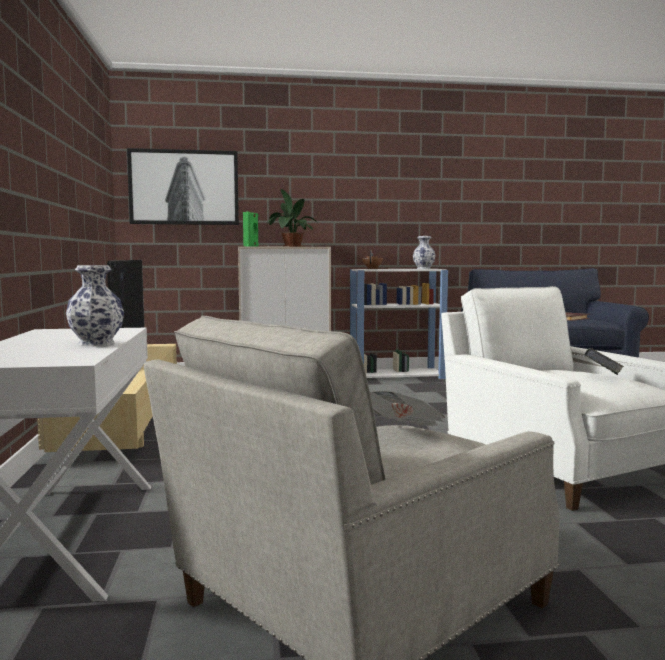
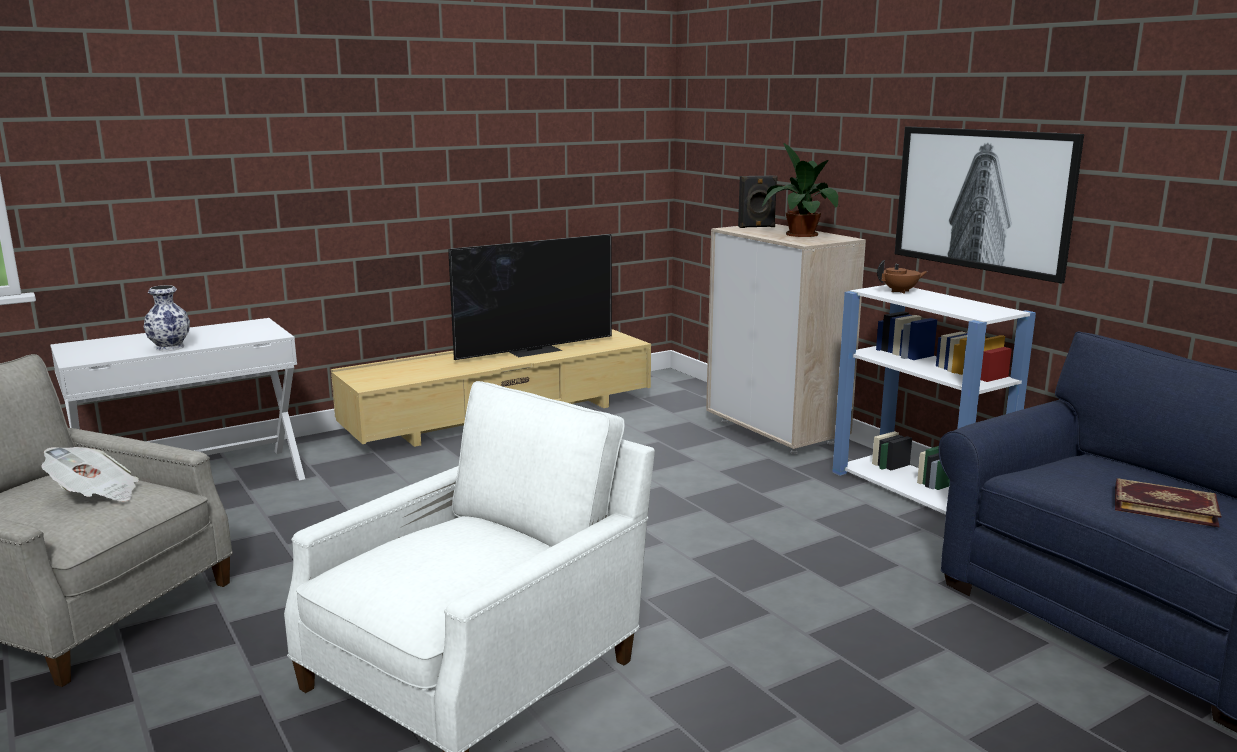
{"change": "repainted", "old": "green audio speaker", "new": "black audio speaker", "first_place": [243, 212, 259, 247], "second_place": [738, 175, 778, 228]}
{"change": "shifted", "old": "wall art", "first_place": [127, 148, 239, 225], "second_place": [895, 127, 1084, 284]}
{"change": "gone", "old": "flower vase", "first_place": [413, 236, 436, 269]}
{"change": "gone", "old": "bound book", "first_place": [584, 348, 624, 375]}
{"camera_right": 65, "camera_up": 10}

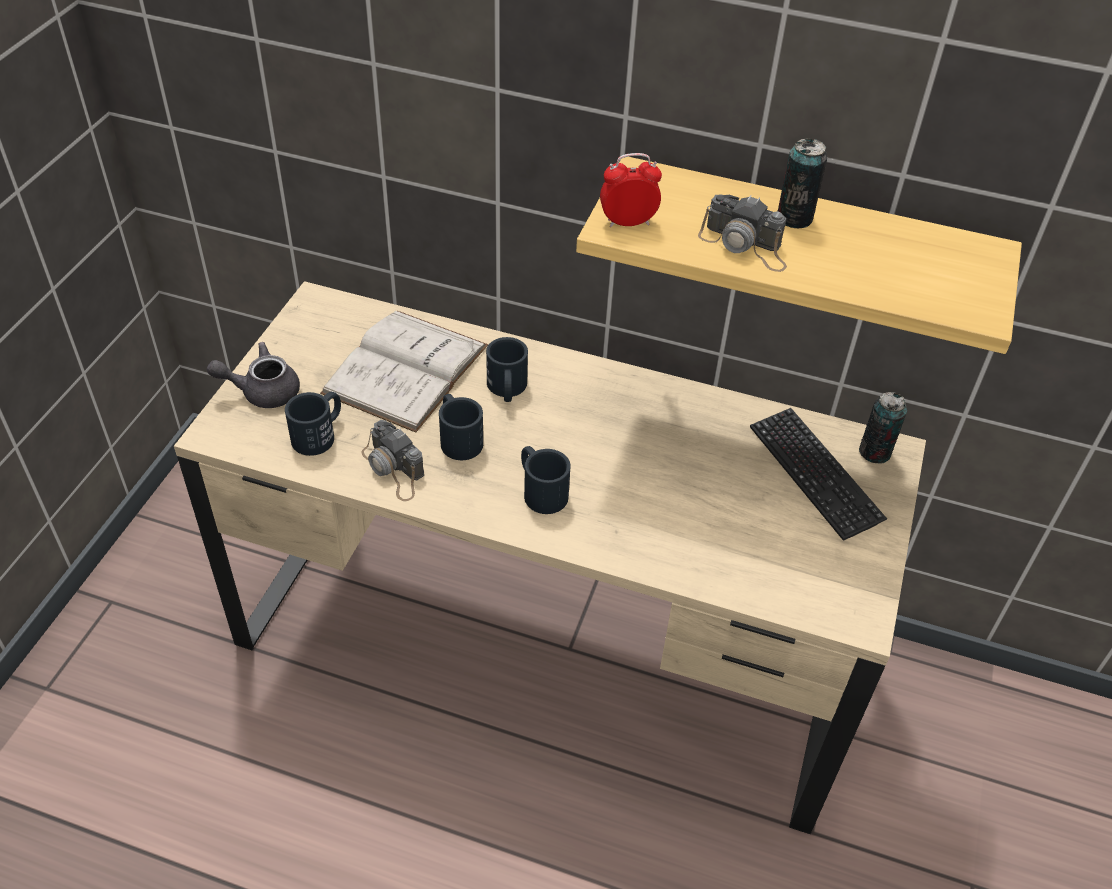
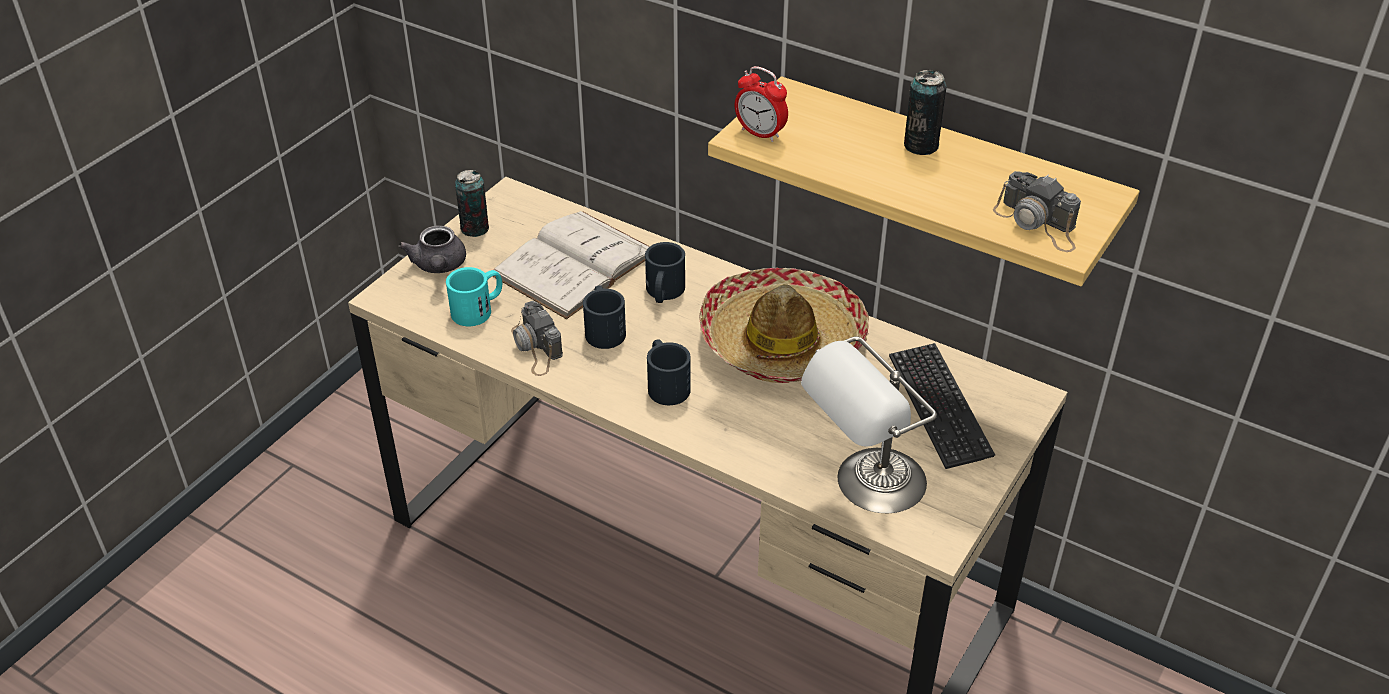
{"change": "rotated", "old": "greyish teapot", "first_place": [207, 342, 300, 408], "second_place": [399, 225, 466, 273], "degrees": -105}
{"change": "repainted", "old": "black mug", "new": "turquoise-coloured mug", "first_place": [285, 392, 341, 456], "second_place": [446, 267, 502, 326]}
{"change": "shifted", "old": "sealed can", "first_place": [859, 392, 907, 463], "second_place": [455, 170, 489, 237]}
{"change": "new", "new": "hat", "second_place": [699, 267, 869, 383]}
{"change": "rotated", "old": "alarm clock", "first_place": [600, 153, 662, 227], "second_place": [735, 66, 788, 142], "degrees": -150}
{"change": "new", "new": "white-coloured lamp for a table", "second_place": [801, 336, 937, 513]}
{"change": "shifted", "old": "photo camera", "first_place": [698, 195, 787, 272], "second_place": [993, 171, 1081, 252]}
{"camera_right": 15, "camera_up": -5}

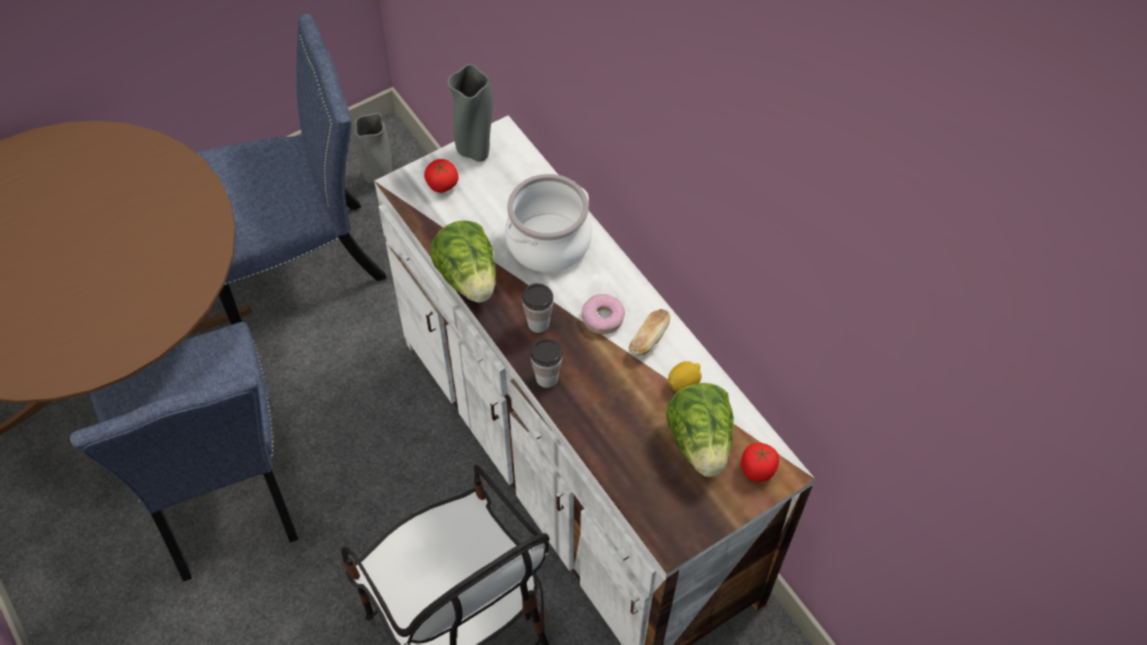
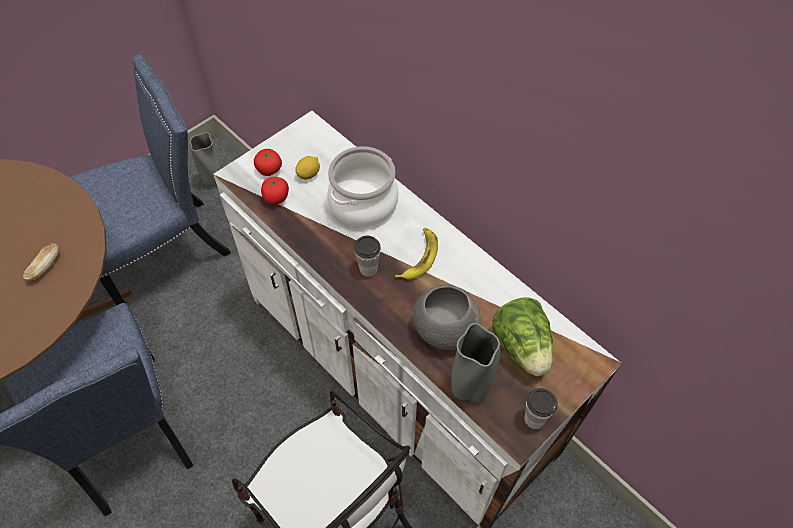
{"change": "shifted", "old": "bakery bread", "first_place": [629, 309, 670, 356], "second_place": [23, 244, 59, 281]}
{"change": "shifted", "old": "tomato", "first_place": [741, 443, 779, 482], "second_place": [261, 177, 289, 205]}
{"change": "shifted", "old": "lemon", "first_place": [668, 361, 702, 392], "second_place": [295, 156, 320, 180]}
{"change": "swapped", "old": "ring doughnut", "new": "banana", "first_place": [582, 294, 625, 334], "second_place": [395, 228, 438, 279]}
{"change": "new", "new": "greyish deep dish", "second_place": [413, 285, 481, 350]}
{"change": "shifted", "old": "greyish flower vase", "first_place": [447, 64, 493, 162], "second_place": [451, 323, 500, 403]}
{"change": "shifted", "old": "drinking cup", "first_place": [530, 338, 563, 388], "second_place": [524, 388, 558, 429]}
{"change": "gone", "old": "lettuce head", "first_place": [430, 220, 496, 302]}
{"camera_right": -10, "camera_up": 0}

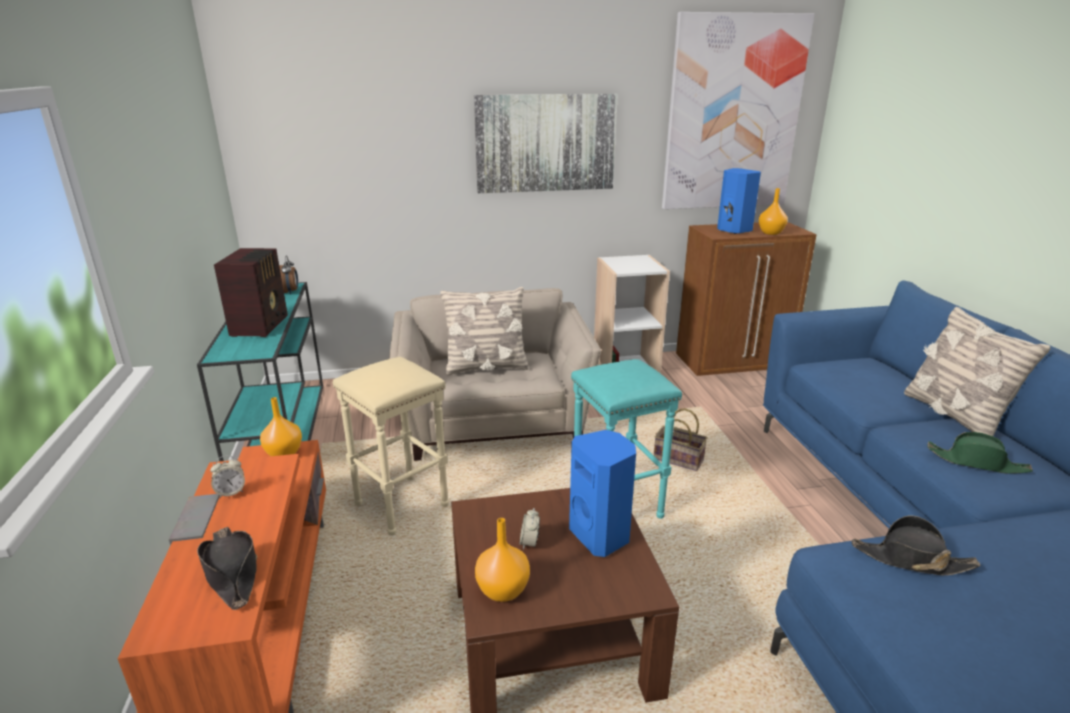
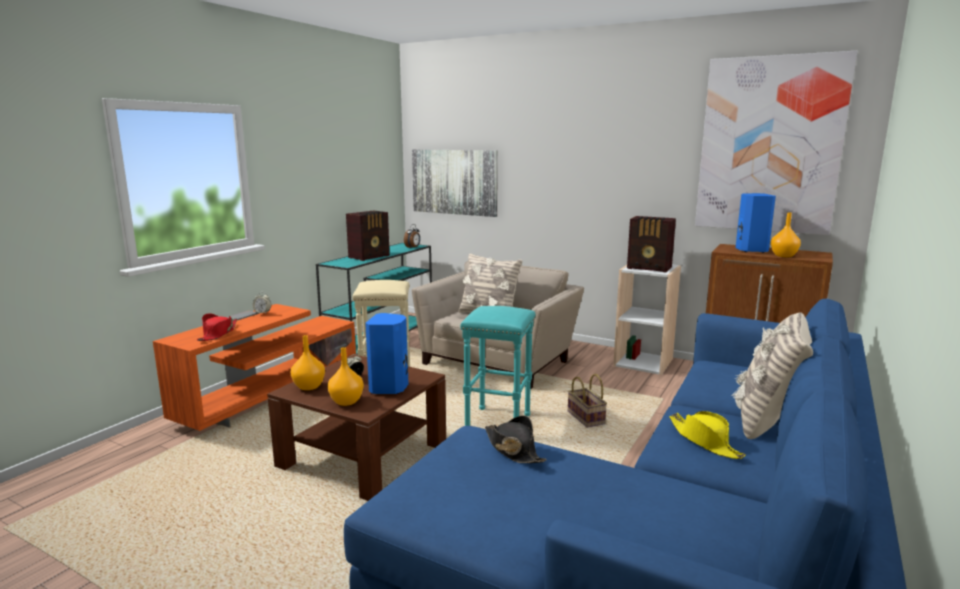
{"change": "repainted", "old": "black hat", "new": "reddish hat", "first_place": [197, 527, 257, 610], "second_place": [197, 314, 237, 341]}
{"change": "shifted", "old": "orange flower vase", "first_place": [260, 397, 302, 456], "second_place": [328, 347, 364, 406]}
{"change": "shifted", "old": "wall art", "first_place": [474, 94, 618, 193], "second_place": [412, 149, 498, 217]}
{"change": "new", "new": "radio set", "second_place": [627, 216, 676, 273]}
{"change": "repainted", "old": "green hat", "new": "yellow-coloured hat", "first_place": [928, 432, 1033, 474], "second_place": [669, 411, 746, 459]}
{"camera_right": 40, "camera_up": -10}

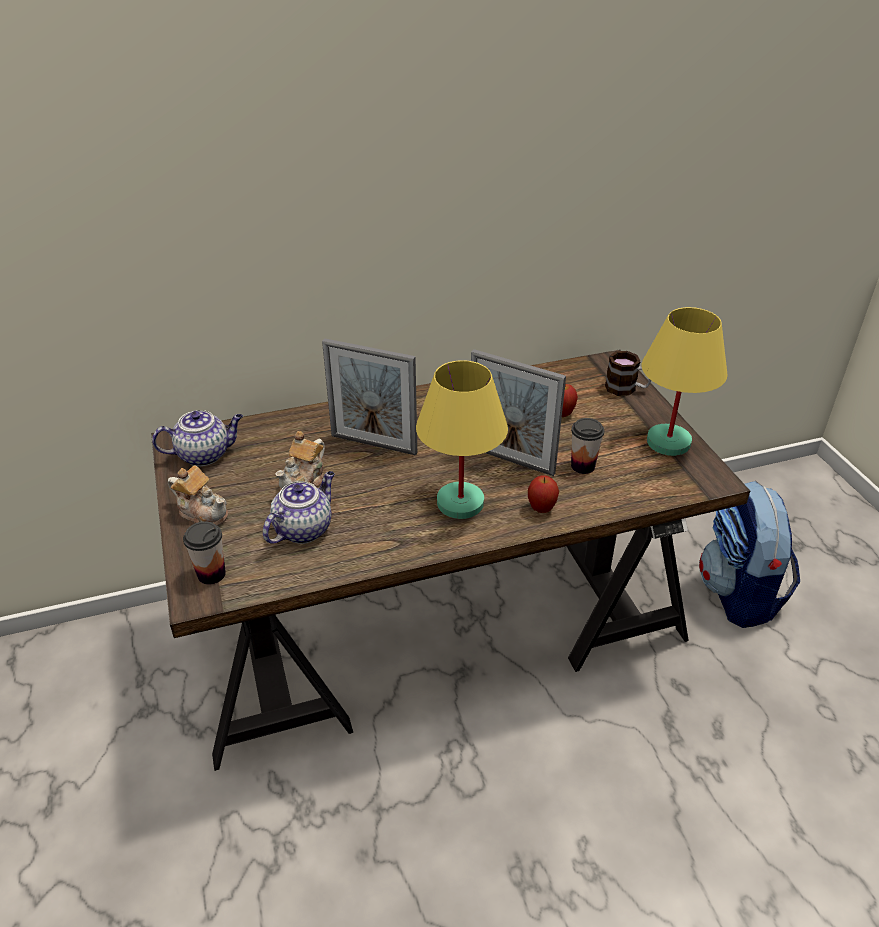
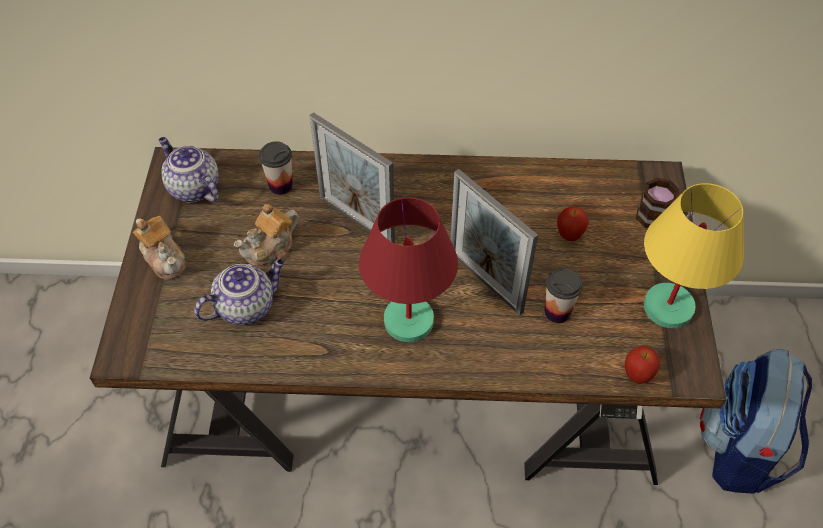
{"change": "rotated", "old": "teapot", "first_place": [152, 410, 243, 466], "second_place": [159, 137, 219, 203], "degrees": -135}
{"change": "shifted", "old": "drinking cup", "first_place": [183, 521, 226, 585], "second_place": [259, 141, 293, 195]}
{"change": "repainted", "old": "yellow-coloured lamp for a table", "new": "reddish lamp for a table", "first_place": [416, 360, 508, 519], "second_place": [359, 197, 458, 342]}
{"change": "shifted", "old": "apple", "first_place": [528, 475, 559, 513], "second_place": [624, 346, 660, 384]}
{"camera_right": 20, "camera_up": 15}

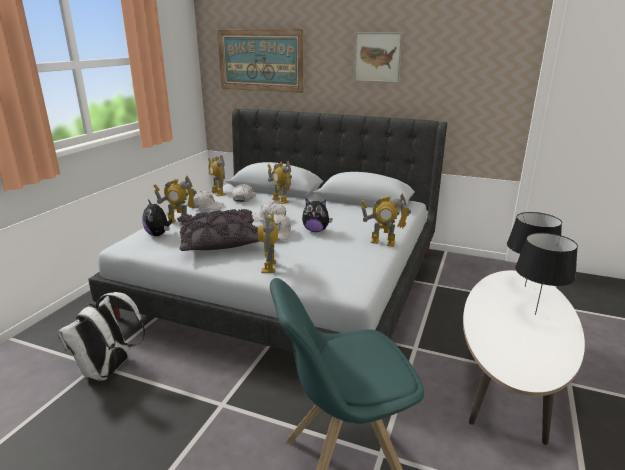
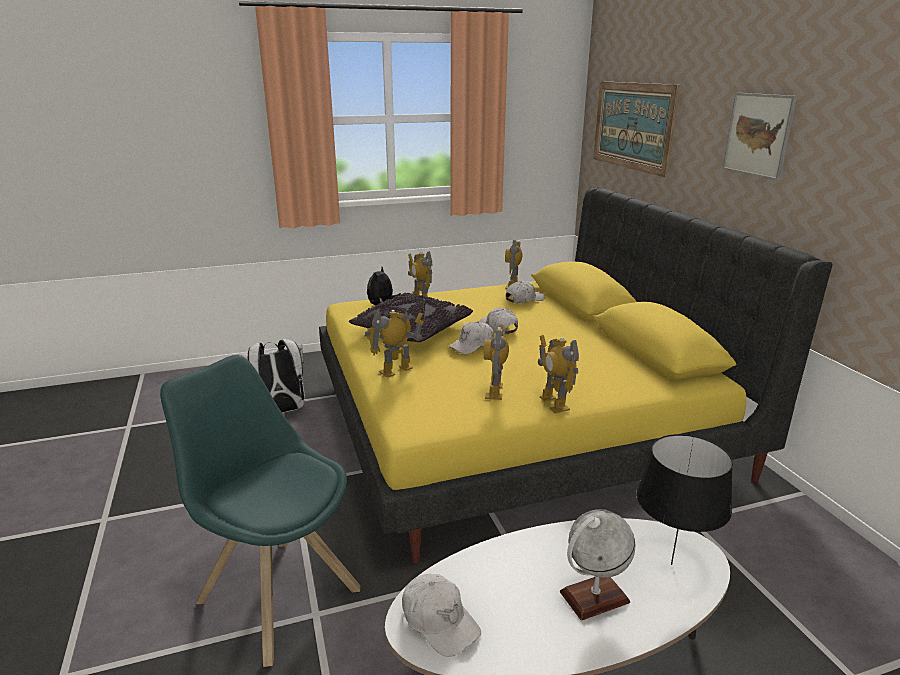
{"change": "repainted", "old": "greyish sleeping bed", "new": "yellow-coloured sleeping bed", "first_place": [88, 109, 447, 352], "second_place": [319, 187, 833, 563]}
{"change": "shifted", "old": "white-coloured baseball cap", "first_place": [191, 191, 223, 210], "second_place": [402, 574, 481, 657]}
{"change": "shifted", "old": "toy robot", "first_place": [267, 161, 292, 204], "second_place": [484, 325, 509, 400]}
{"change": "swapped", "old": "black lamp for a table", "new": "globe", "first_place": [515, 233, 578, 315], "second_place": [560, 509, 635, 621]}
{"change": "gone", "old": "cuddly toy", "first_place": [302, 198, 333, 232]}
{"camera_right": 50, "camera_up": 0}

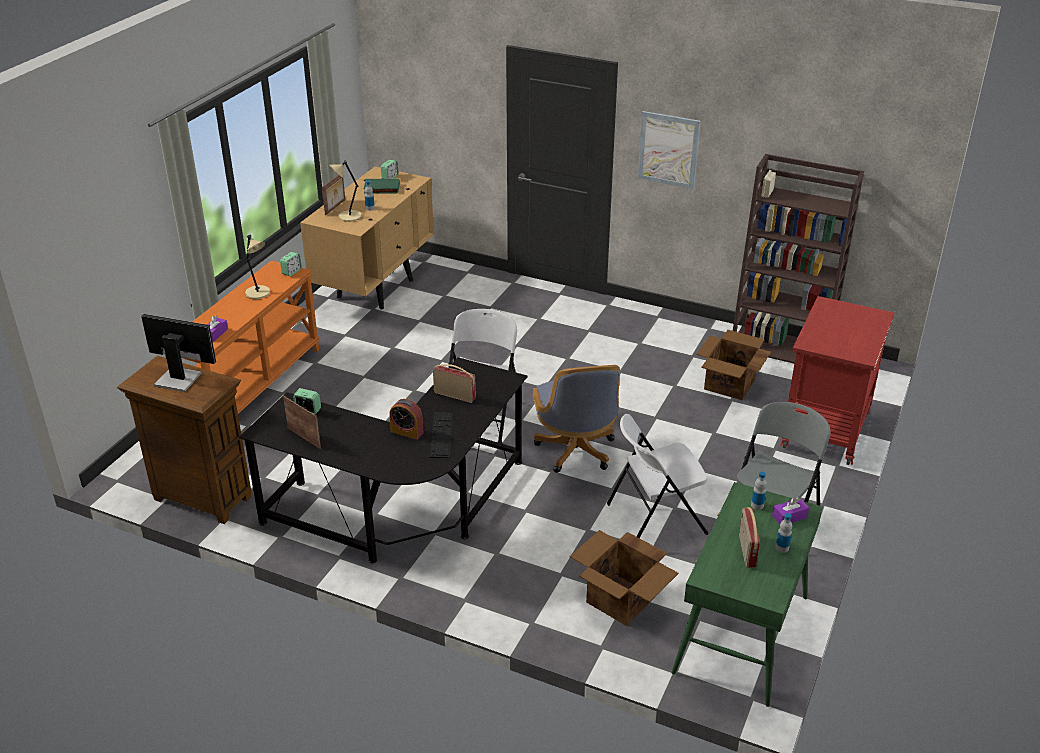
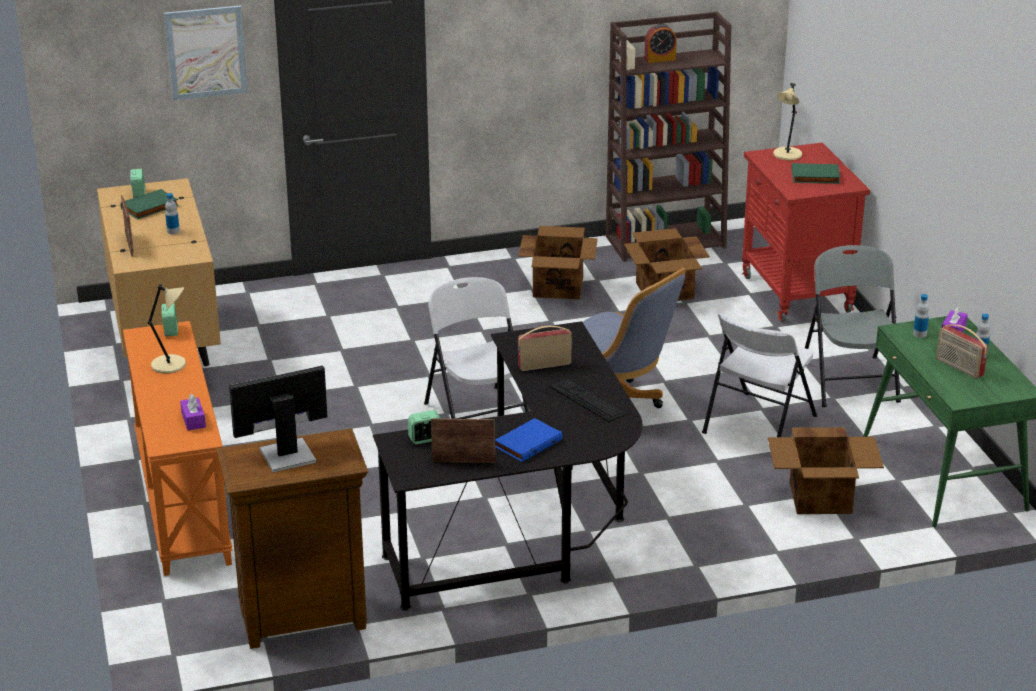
{"change": "shifted", "old": "wall art", "first_place": [638, 111, 700, 189], "second_place": [164, 5, 248, 101]}
{"change": "new", "new": "bluish bound book", "second_place": [495, 418, 562, 462]}
{"change": "new", "new": "carton", "second_place": [518, 226, 598, 299]}
{"change": "shifted", "old": "alarm clock", "first_place": [389, 399, 424, 440], "second_place": [644, 24, 677, 63]}
{"change": "shifted", "old": "beige lamp for a table", "first_place": [330, 160, 362, 222], "second_place": [773, 83, 802, 160]}
{"change": "new", "new": "green bound book", "second_place": [792, 163, 840, 184]}
{"camera_right": -40, "camera_up": -5}

